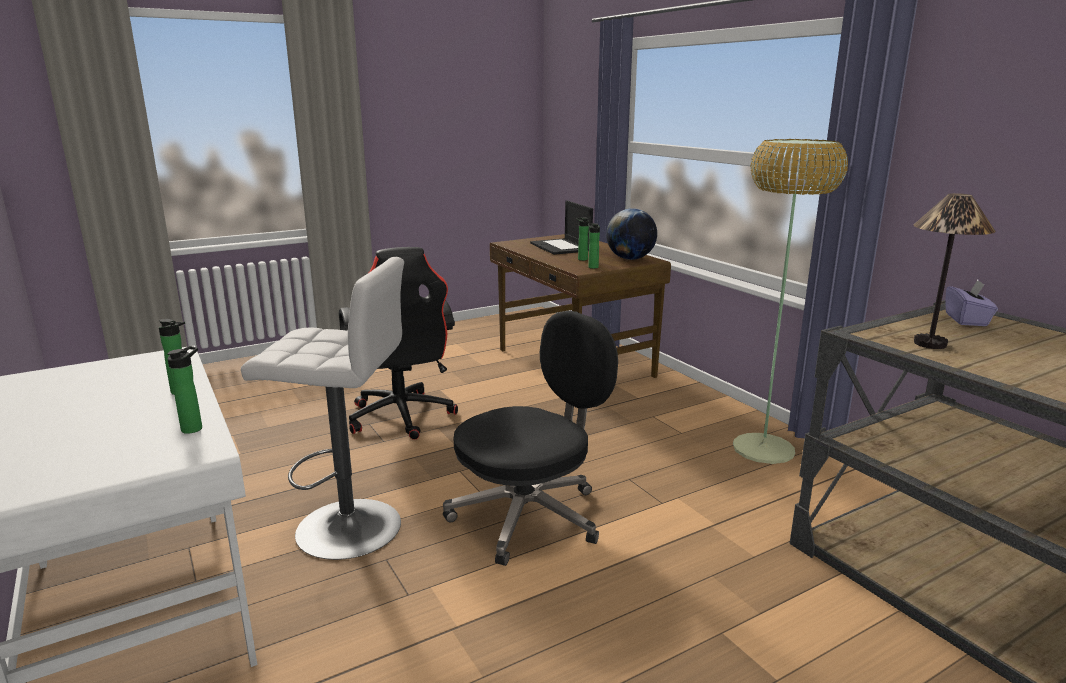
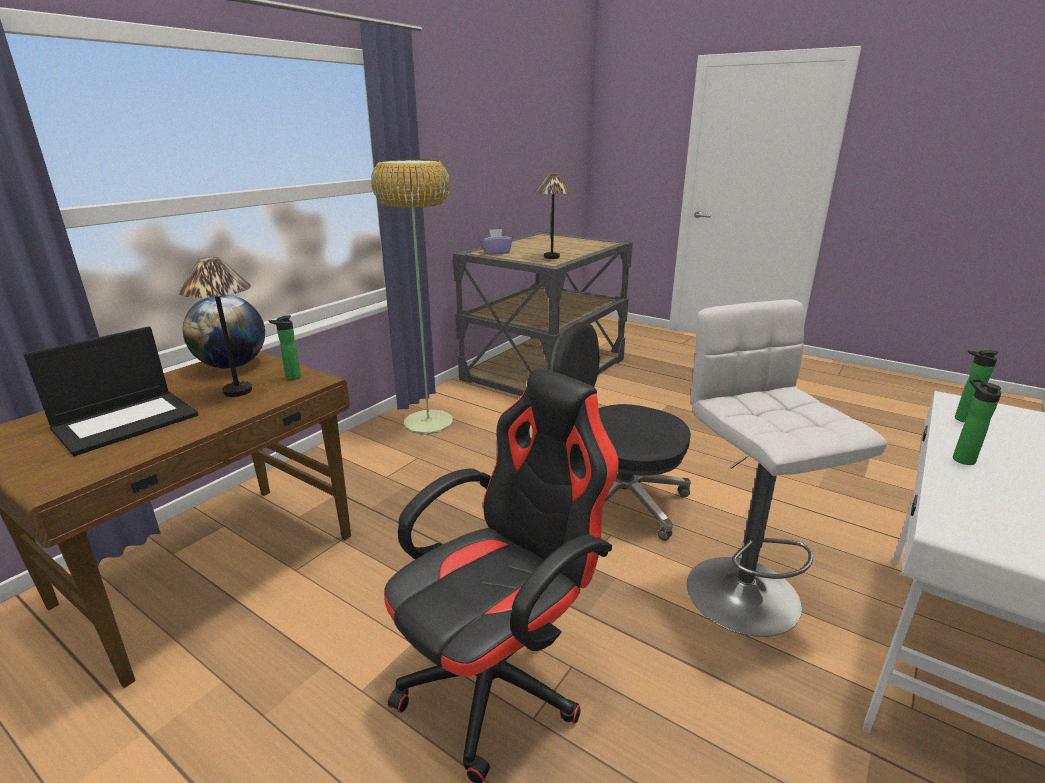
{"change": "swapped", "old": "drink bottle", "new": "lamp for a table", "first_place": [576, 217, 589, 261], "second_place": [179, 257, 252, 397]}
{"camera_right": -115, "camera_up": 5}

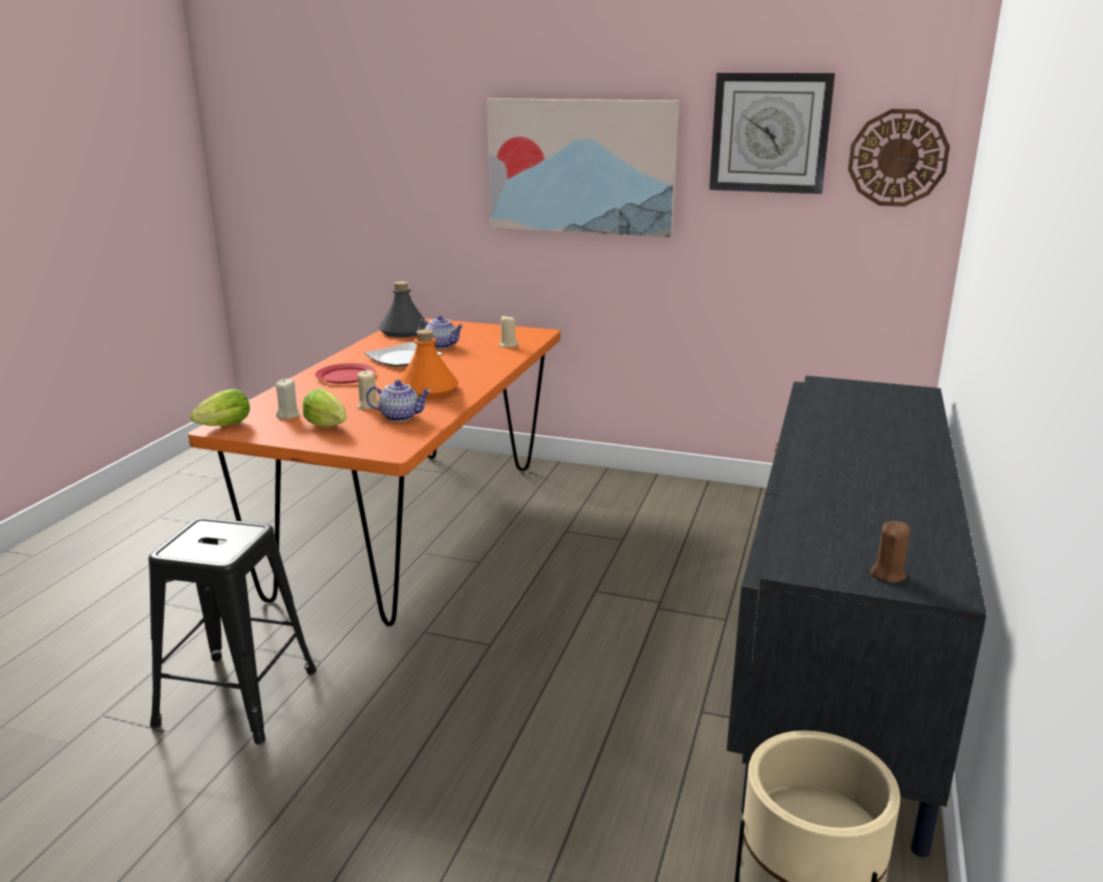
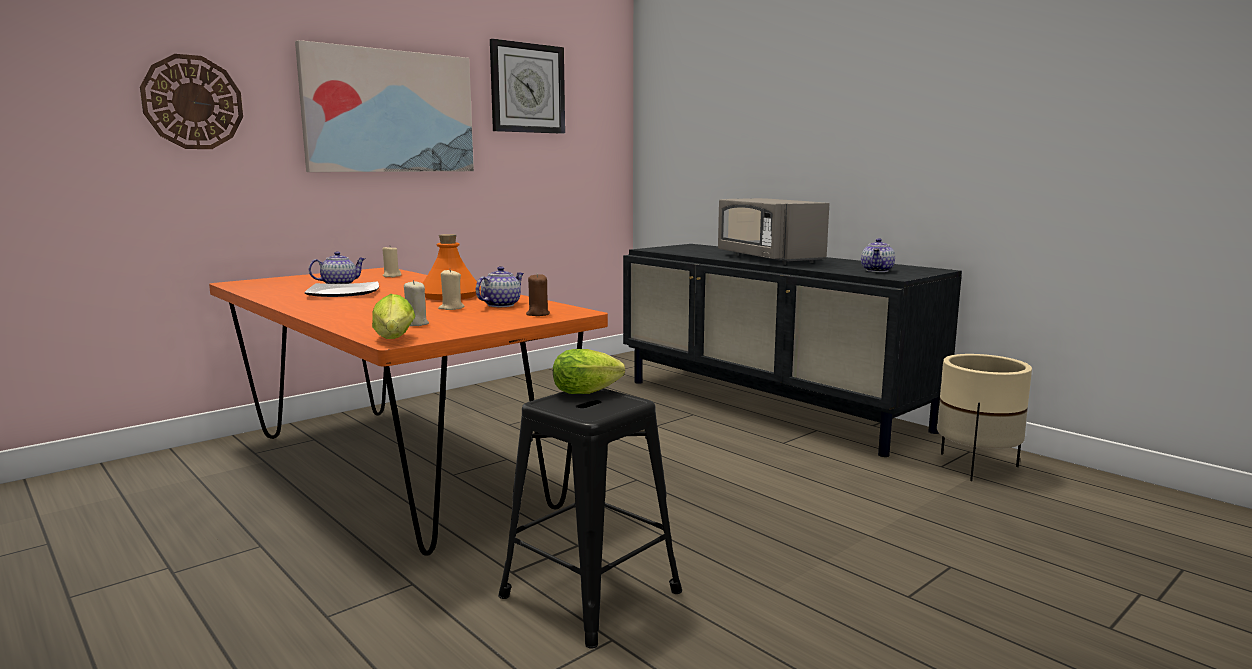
{"change": "shifted", "old": "hanging clock", "first_place": [848, 109, 950, 207], "second_place": [140, 54, 243, 149]}
{"change": "shifted", "old": "brown-coloured candle", "first_place": [870, 521, 911, 583], "second_place": [526, 273, 550, 316]}
{"change": "shifted", "old": "lettuce head", "first_place": [303, 389, 347, 427], "second_place": [553, 349, 625, 394]}
{"change": "new", "new": "greyish microwave", "second_place": [718, 198, 829, 265]}
{"change": "new", "new": "teapot", "second_place": [861, 238, 895, 272]}
{"change": "gone", "old": "reddish flat dish", "first_place": [315, 363, 376, 384]}
{"change": "gone", "old": "greyish drink bottle", "first_place": [378, 281, 426, 337]}
{"camera_right": -60, "camera_up": -10}

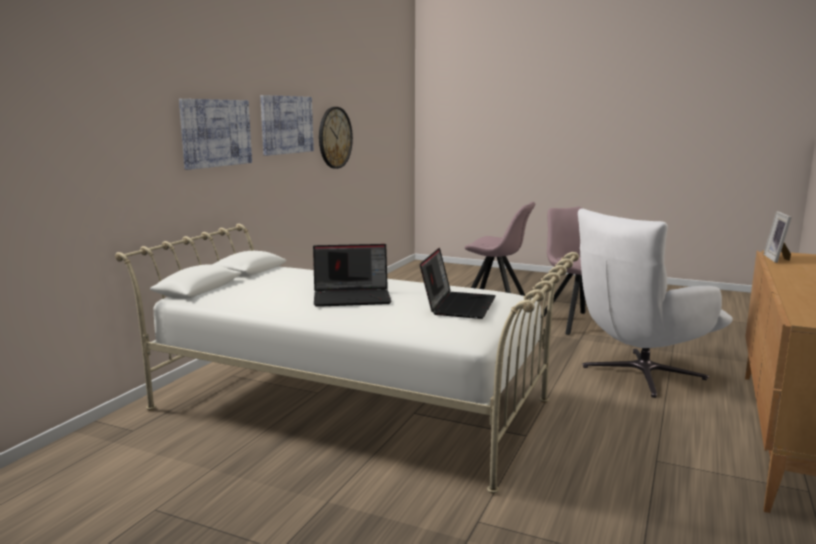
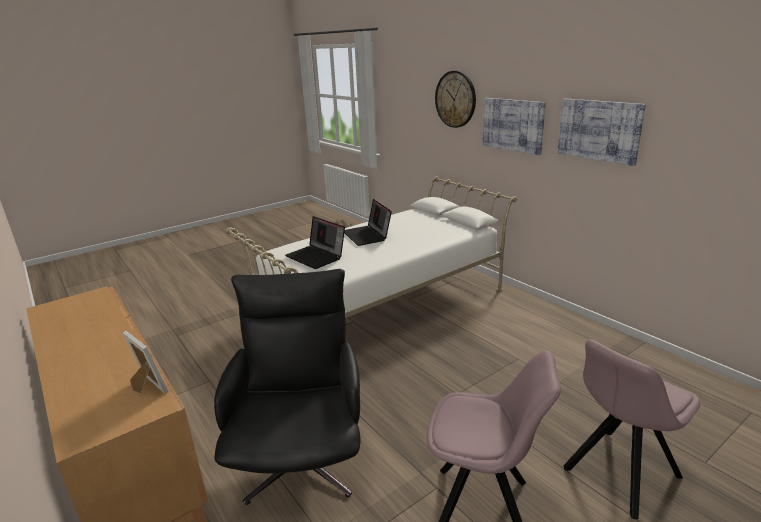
{"change": "repainted", "old": "white-coloured lounge chair", "new": "black lounge chair", "first_place": [578, 208, 733, 398], "second_place": [214, 269, 361, 505]}
{"change": "rotated", "old": "notebook computer", "first_place": [313, 244, 391, 307], "second_place": [344, 199, 392, 246], "degrees": -45}
{"change": "shifted", "old": "hanging clock", "first_place": [319, 107, 353, 169], "second_place": [435, 71, 476, 128]}
{"camera_right": 120, "camera_up": 10}

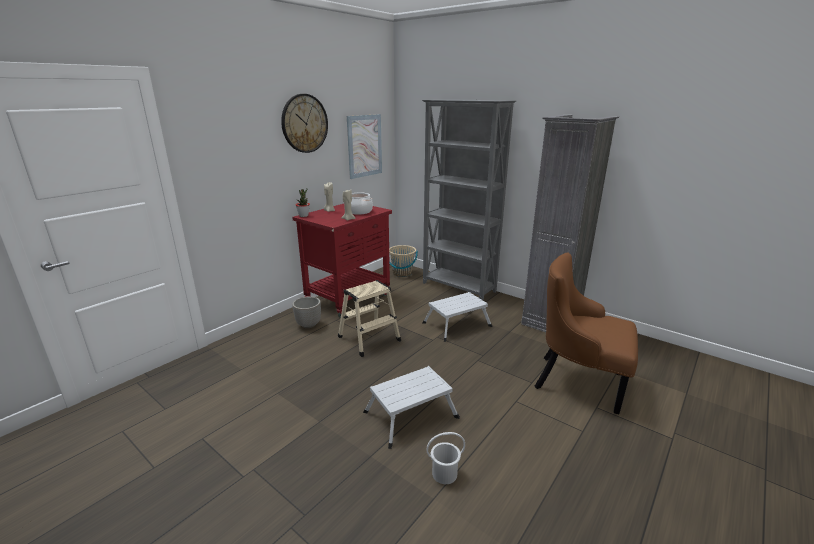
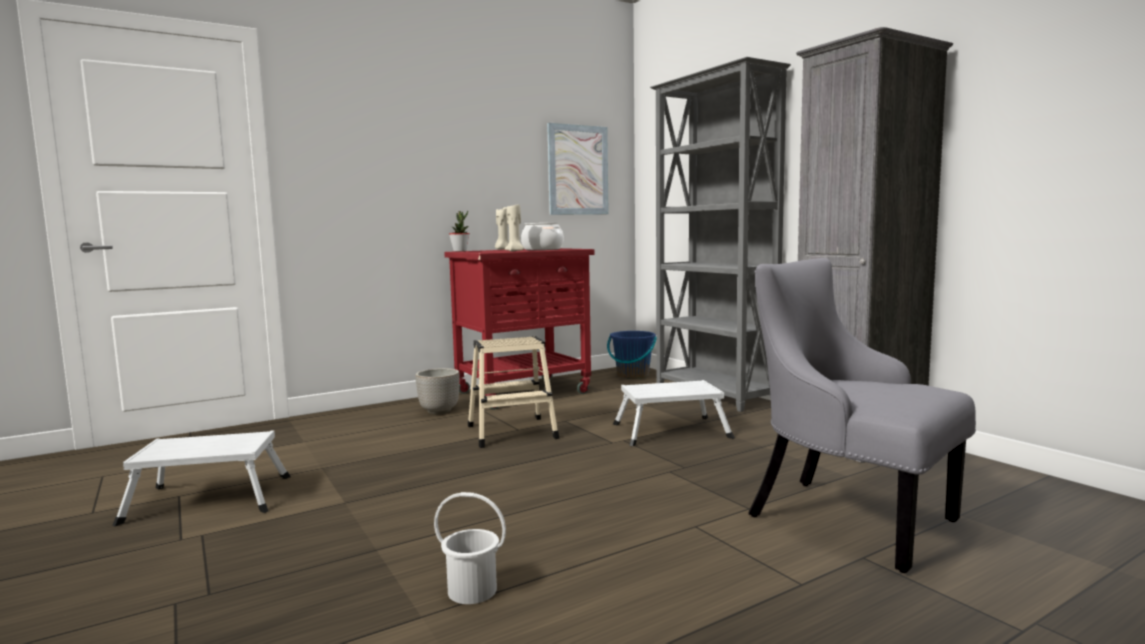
{"change": "shifted", "old": "white-coloured step ladder", "first_place": [363, 366, 460, 449], "second_place": [113, 430, 291, 526]}
{"change": "repainted", "old": "beige pail", "new": "bluish pail", "first_place": [389, 245, 418, 277], "second_place": [607, 331, 656, 379]}
{"change": "repainted", "old": "brown-coloured plain chair", "new": "greyish plain chair", "first_place": [535, 252, 638, 414], "second_place": [749, 258, 976, 573]}
{"change": "gone", "old": "hanging clock", "first_place": [281, 94, 328, 153]}
{"camera_right": 20, "camera_up": -15}

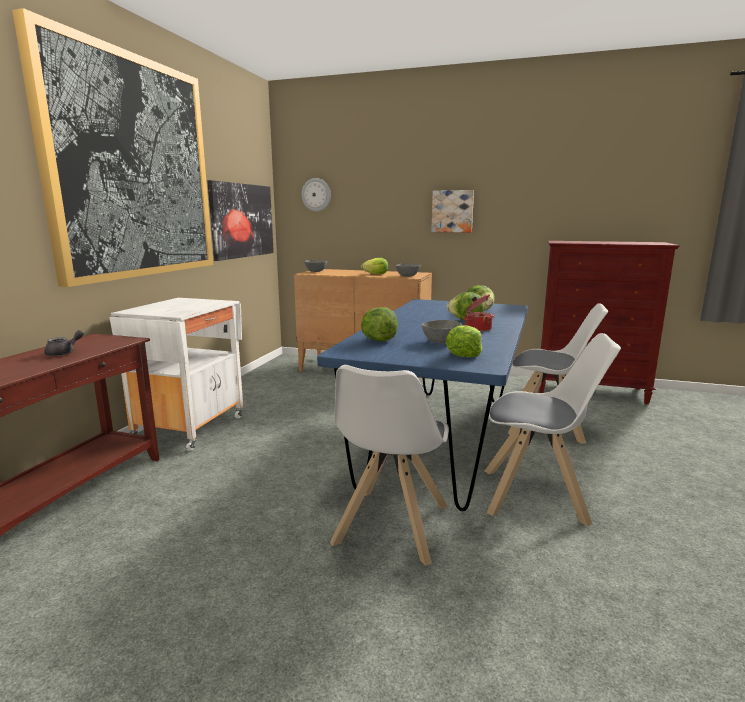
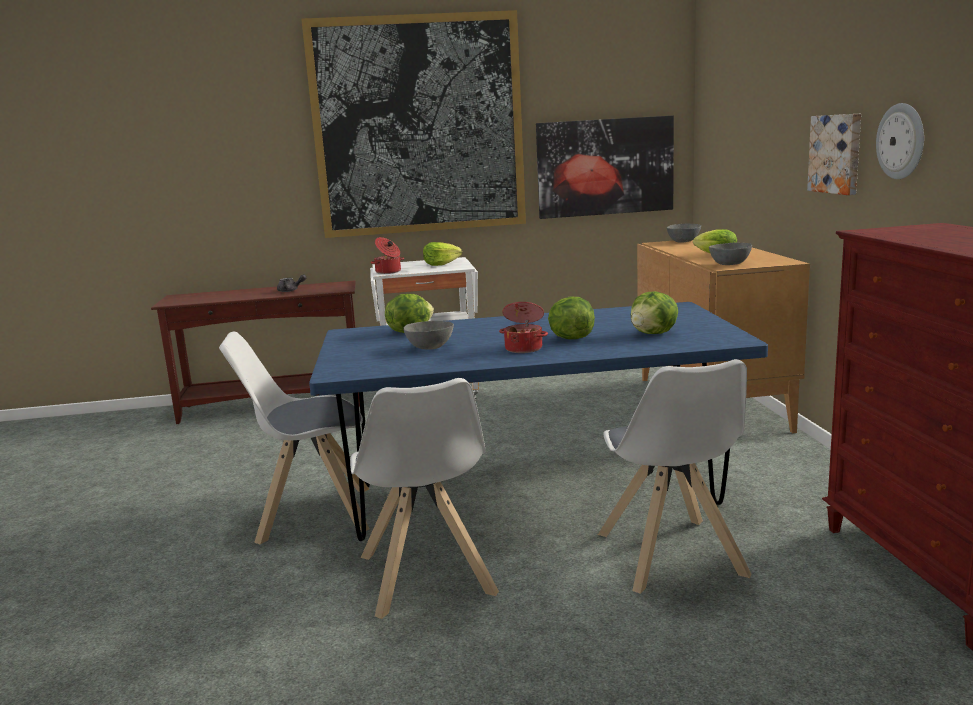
{"change": "new", "new": "saucepot", "second_place": [370, 237, 404, 274]}
{"change": "shifted", "old": "lettuce head", "first_place": [446, 325, 482, 357], "second_place": [423, 242, 462, 266]}
{"change": "shifted", "old": "hanging clock", "first_place": [301, 178, 331, 212], "second_place": [876, 103, 924, 179]}
{"camera_right": 65, "camera_up": 0}

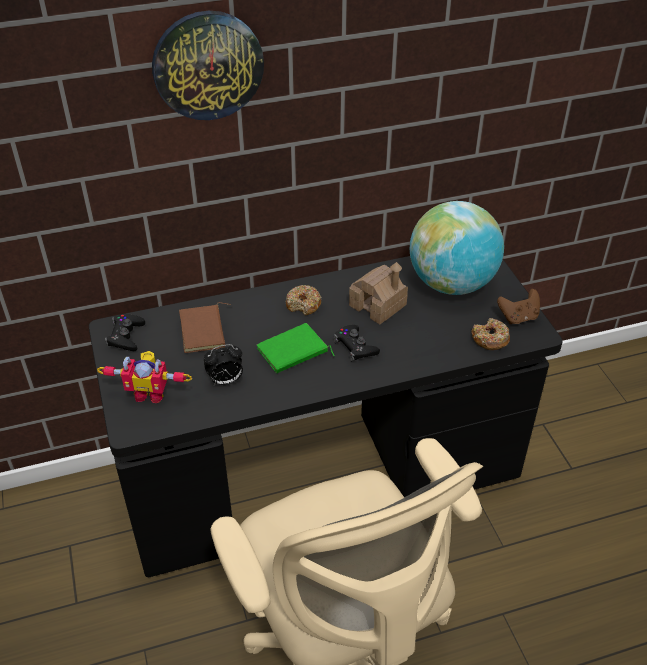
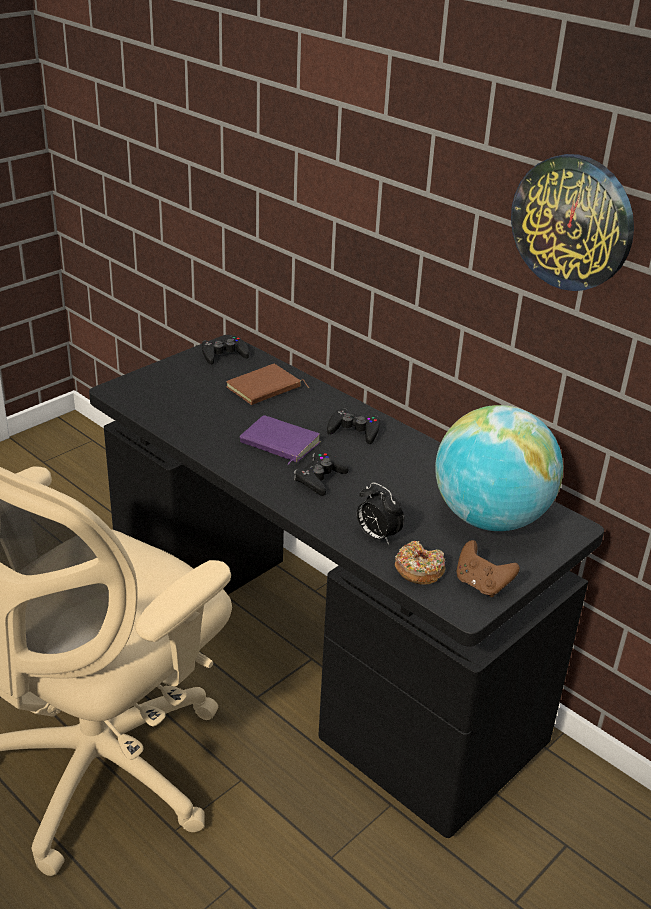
{"change": "repainted", "old": "green bound book", "new": "purple bound book", "first_place": [257, 323, 335, 373], "second_place": [240, 415, 321, 465]}
{"change": "swapped", "old": "ring doughnut", "new": "black gamepad", "first_place": [286, 285, 322, 315], "second_place": [327, 408, 379, 444]}
{"change": "shifted", "old": "alarm clock", "first_place": [204, 344, 243, 385], "second_place": [357, 482, 404, 545]}
{"change": "shifted", "old": "hanging clock", "first_place": [152, 11, 264, 120], "second_place": [511, 154, 634, 291]}
{"change": "gone", "old": "toy robot", "first_place": [97, 351, 192, 404]}
{"change": "gone", "old": "model house", "first_place": [349, 262, 408, 324]}
{"camera_right": 60, "camera_up": -10}

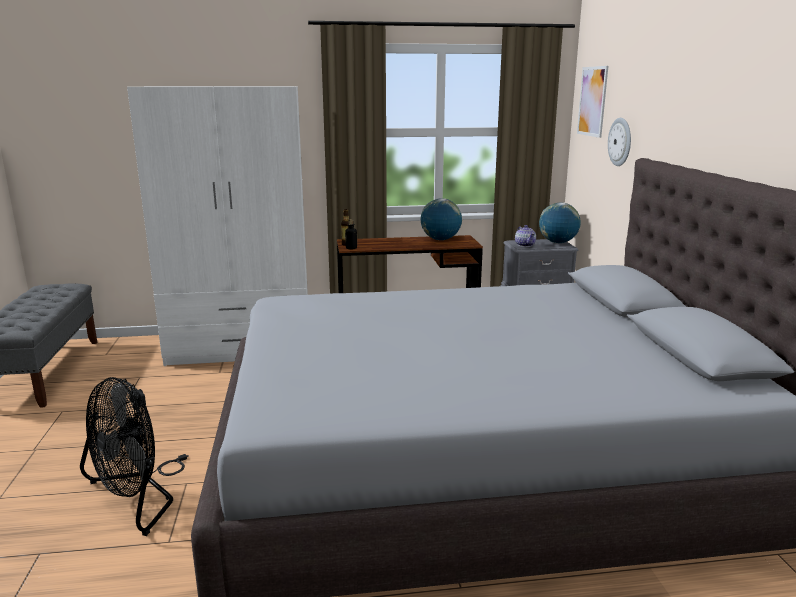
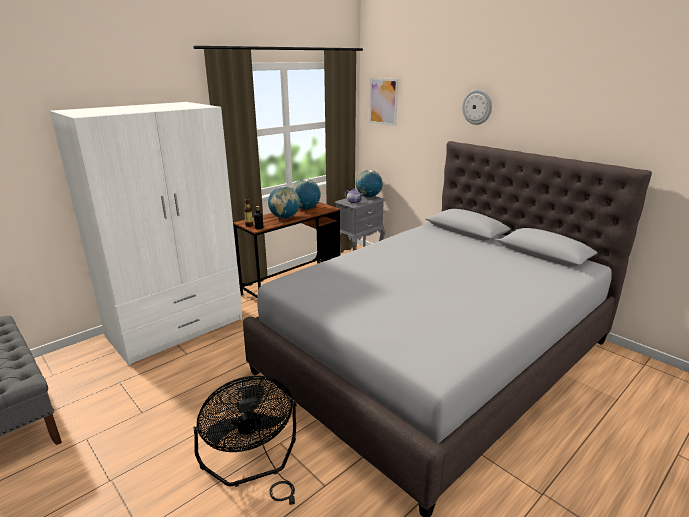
{"change": "rotated", "old": "black electric fan", "first_place": [80, 377, 189, 536], "second_place": [193, 376, 297, 505], "degrees": 150}
{"change": "new", "new": "globe", "second_place": [268, 186, 300, 219]}
{"change": "shifted", "old": "hanging clock", "first_place": [608, 118, 631, 166], "second_place": [462, 89, 492, 125]}
{"camera_right": -35, "camera_up": 5}

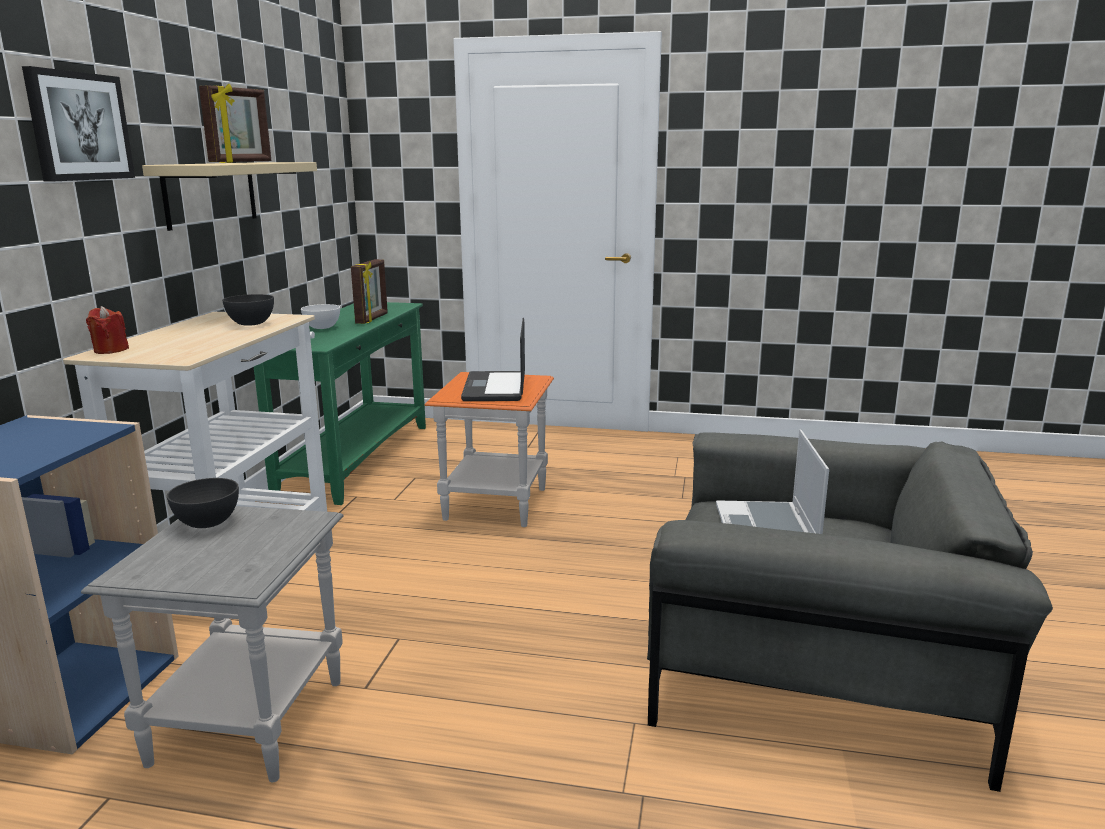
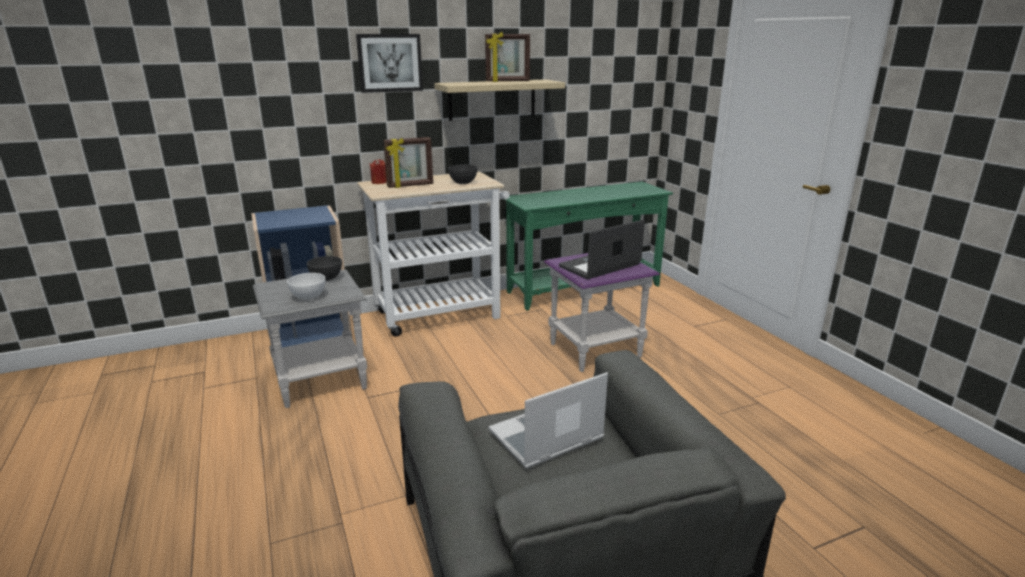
{"change": "shifted", "old": "white-coloured deep dish", "first_place": [301, 304, 340, 329], "second_place": [287, 273, 325, 300]}
{"change": "shifted", "old": "picture frame", "first_place": [351, 259, 388, 324], "second_place": [383, 137, 433, 188]}
{"change": "repainted", "old": "orange accent table", "new": "purple accent table", "first_place": [425, 372, 554, 527], "second_place": [544, 253, 660, 372]}
{"camera_right": 55, "camera_up": 5}

